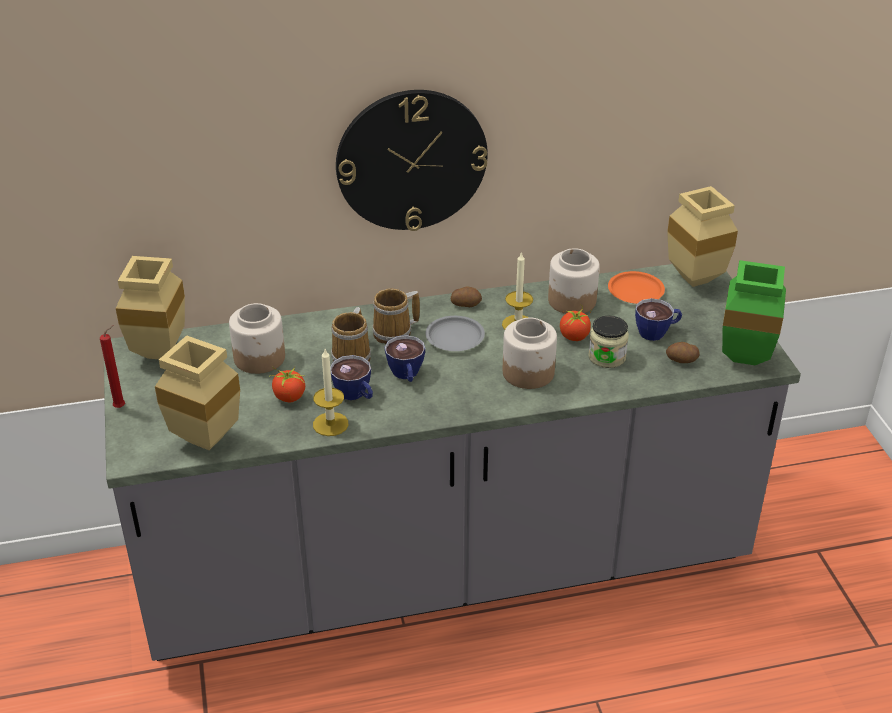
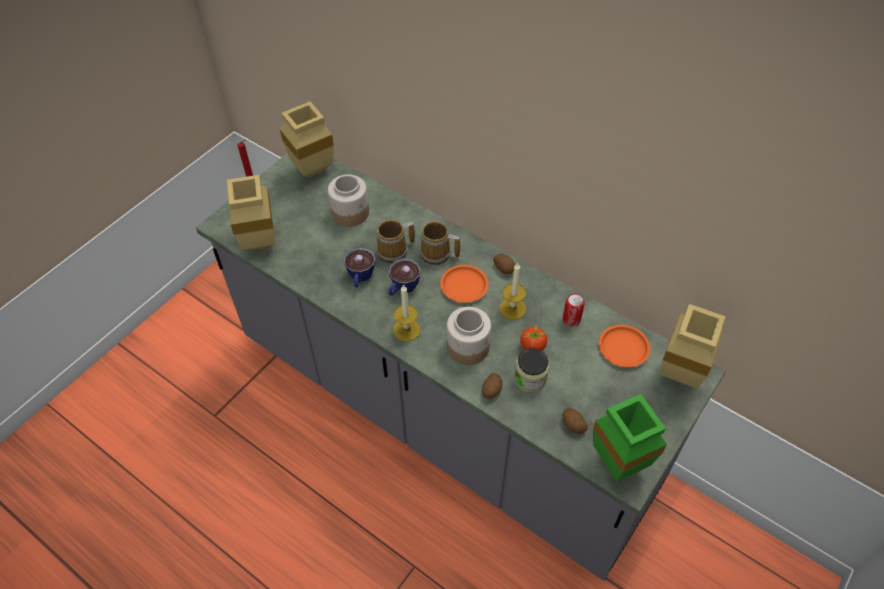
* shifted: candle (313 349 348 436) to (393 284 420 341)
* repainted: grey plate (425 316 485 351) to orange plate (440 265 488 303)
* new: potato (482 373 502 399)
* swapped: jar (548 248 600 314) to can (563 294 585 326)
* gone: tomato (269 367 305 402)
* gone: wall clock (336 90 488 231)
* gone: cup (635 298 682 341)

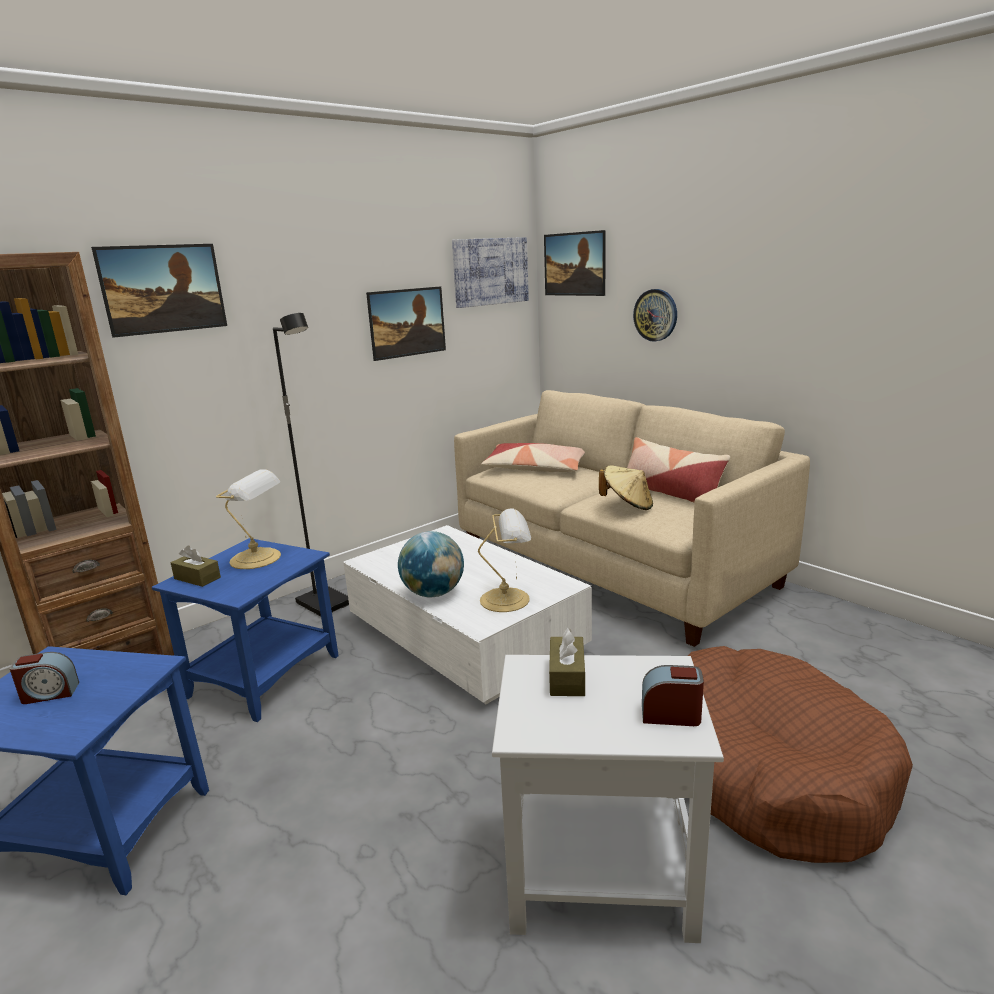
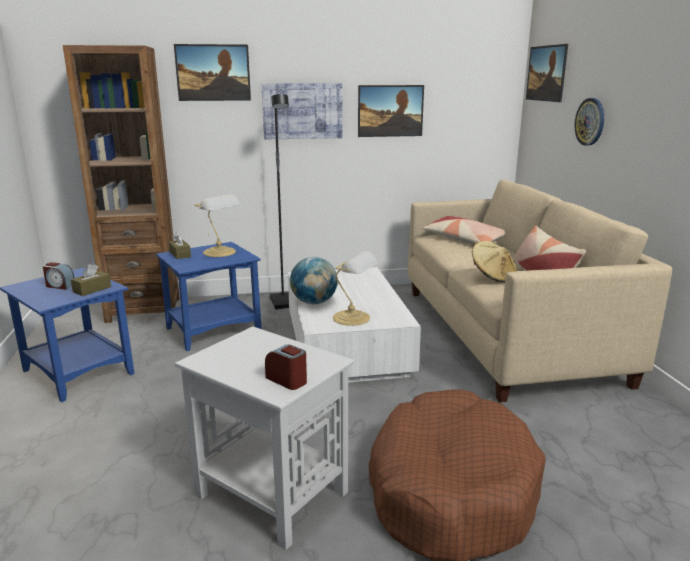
* shifted: brown tissue box (549 628 585 696) to (71 264 111 296)
* shifted: picture (452 237 529 308) to (261 83 343 139)

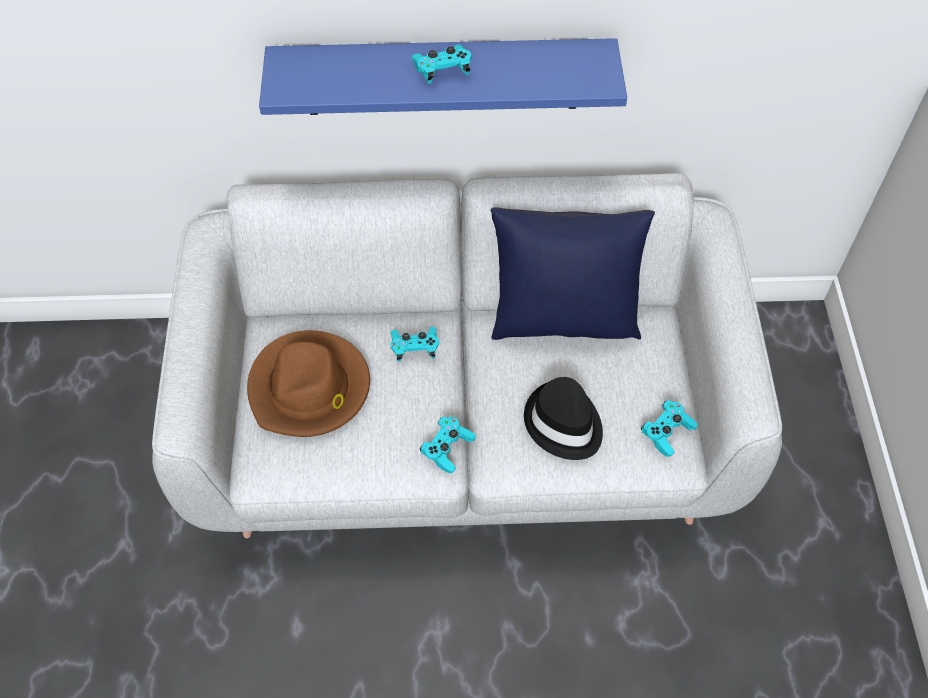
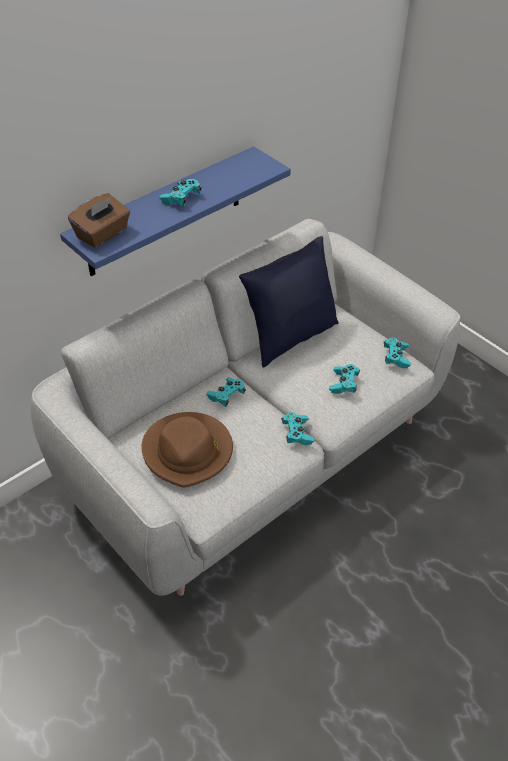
* new: brown tissue box (68 193 130 248)
* swapped: black hat (524 377 603 460) to turquoise game controller (329 364 360 394)

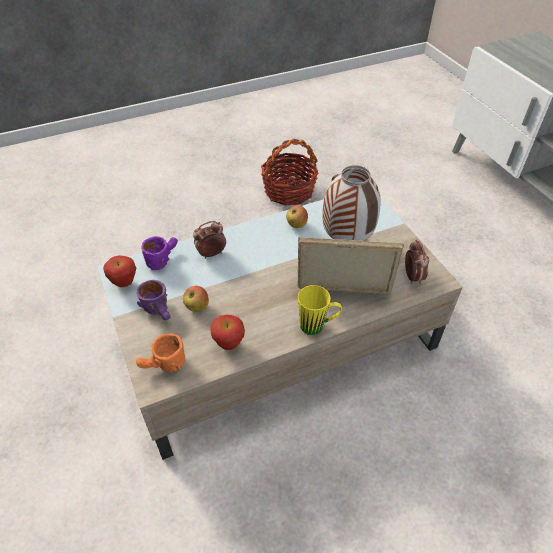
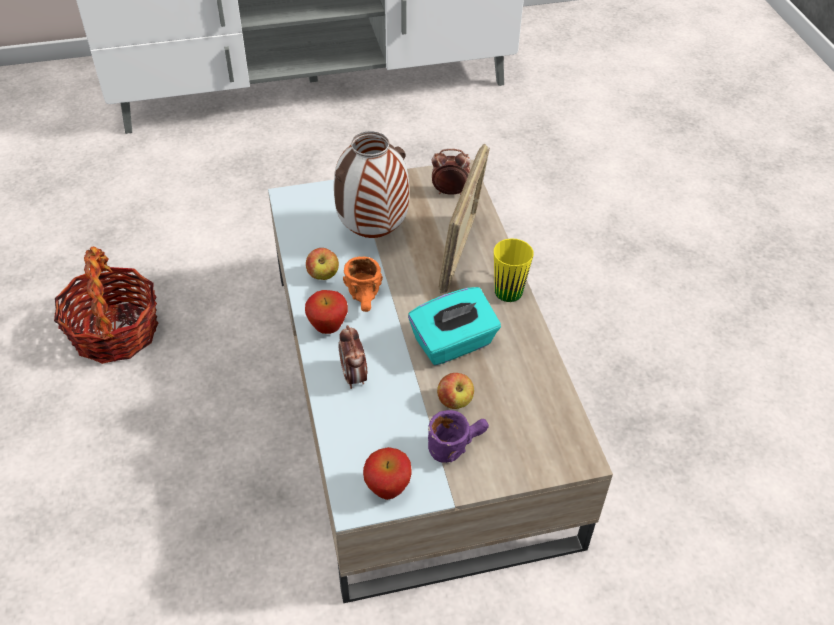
* shifted: apple (210 315 245 350) to (305 290 348 334)
* shifted: orange mug (136 333 185 372) to (343 256 383 312)
* new: turquoise tissue box (408 287 501 365)
* gone: purple mug (141 236 178 270)

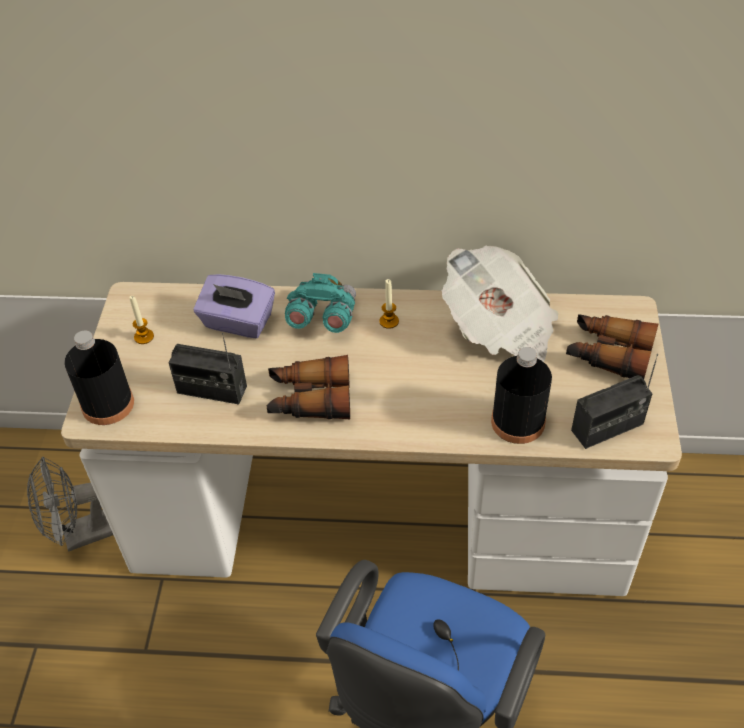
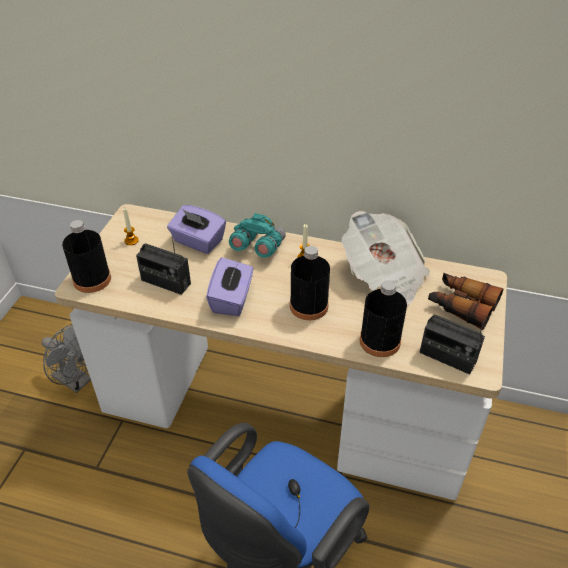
* rotated: grey fan (27 457 113 552) = (42 324 91 393) 135 degrees counterclockwise
* swapped: binoculars (267 355 350 419) to purple tissue box (206 257 253 316)
* new: black bottle (290 246 330 320)
* rotated: radio (571 354 658 449) = (419 314 486 375) 45 degrees clockwise

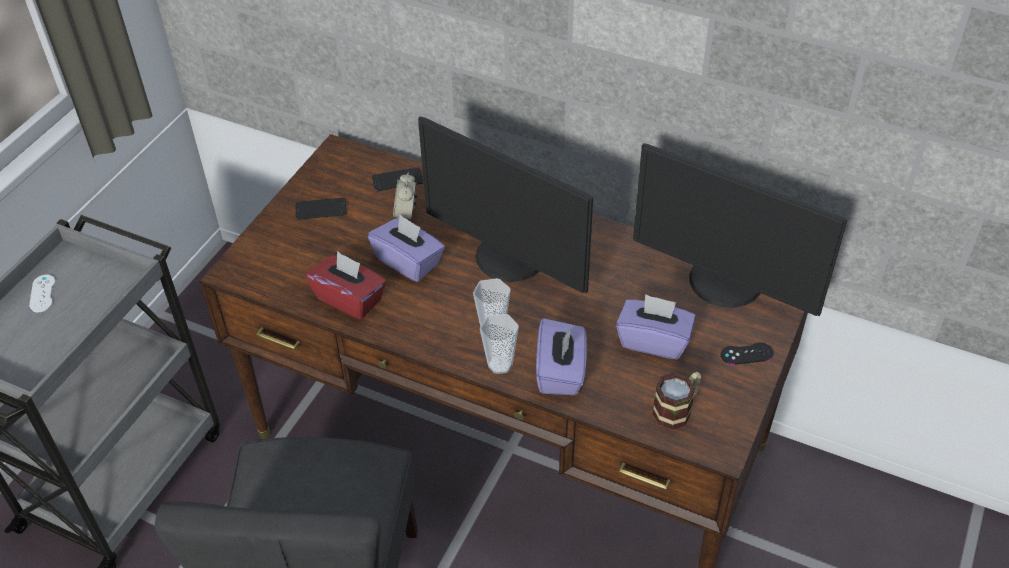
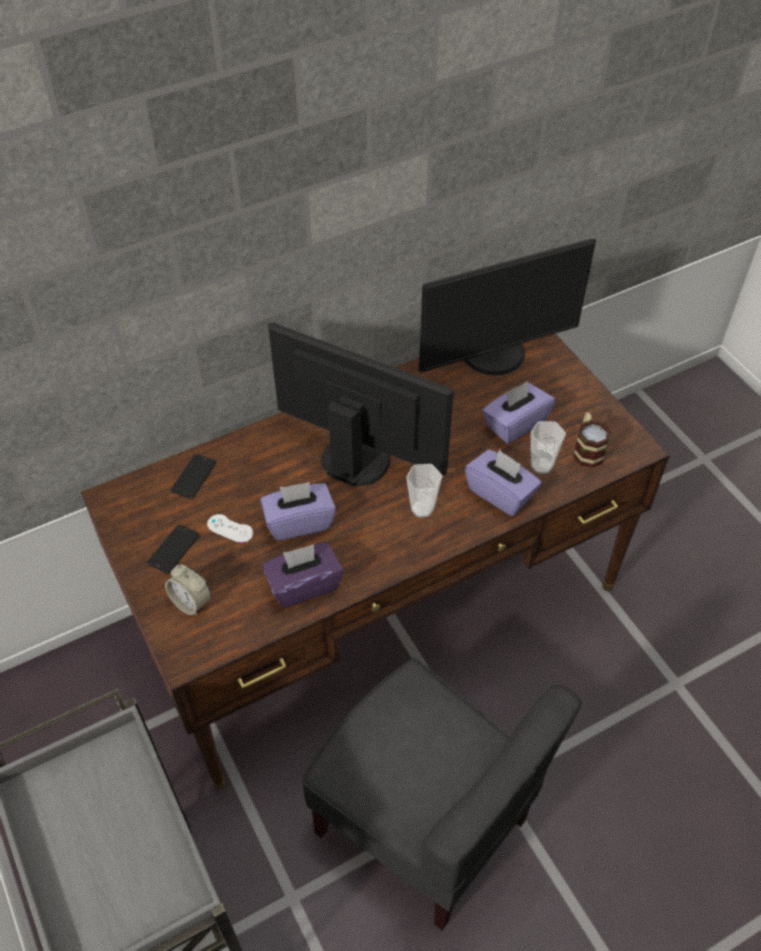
* shifted: alarm clock (393 173 417 219) to (165 564 211 616)
* shifted: white game controller (29 275 55 312) to (207 514 253 543)
* repainted: red tissue box (306 251 387 319) to purple tissue box (262 543 343 607)
* rotated: monitor (418 117 593 293) = (268 323 454 486) 135 degrees counterclockwise
* shifted: cup (480 314 519 374) to (531 421 566 474)
* gone: black game controller (721 343 774 365)

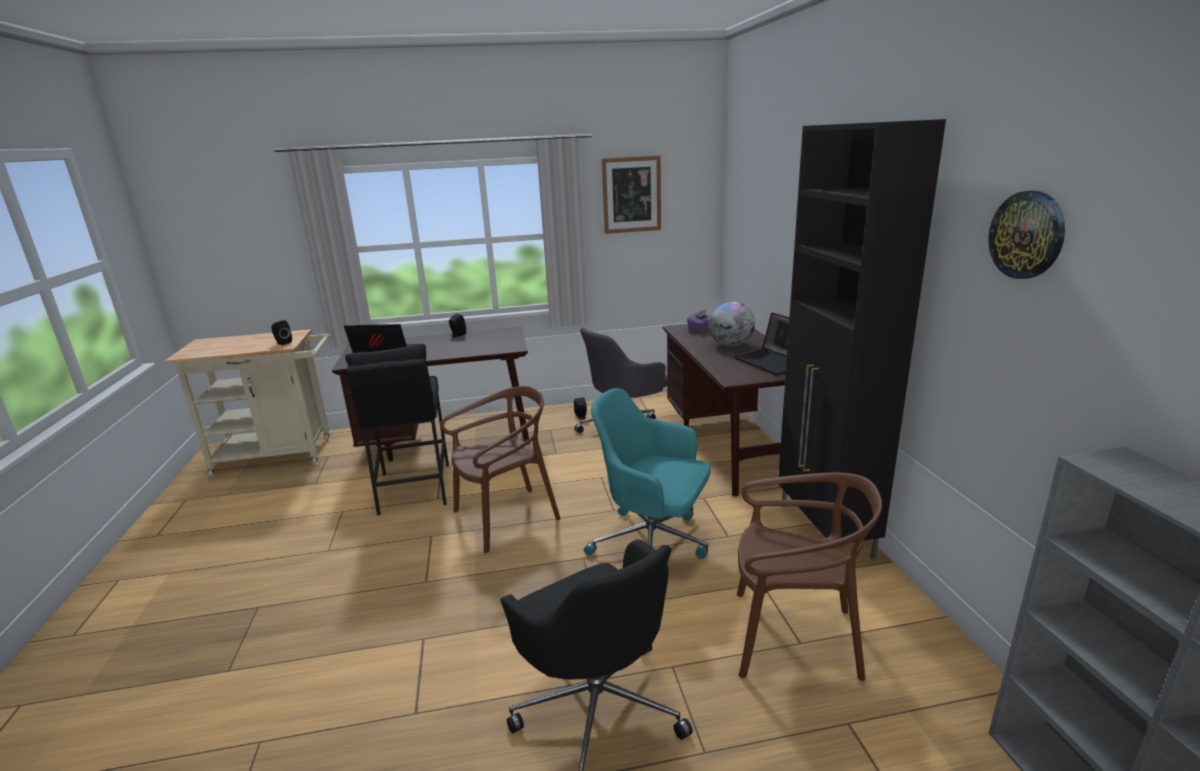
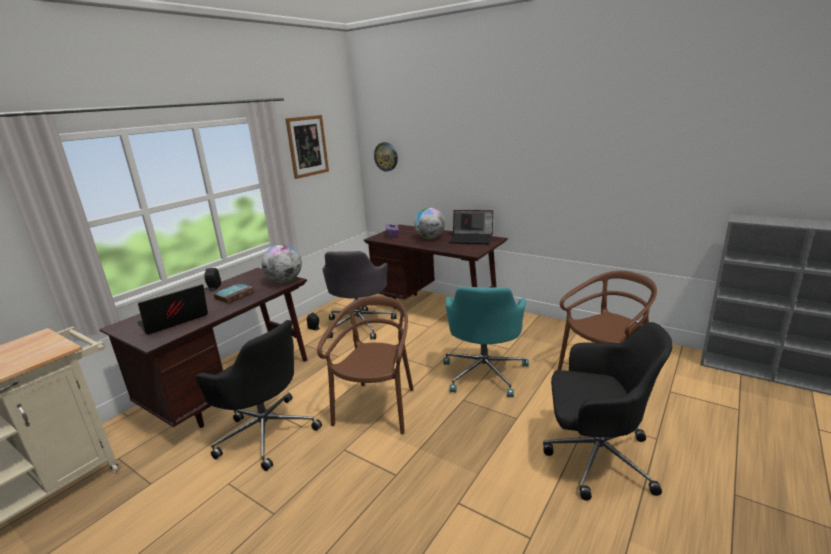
* swapped: black stool (345 344 449 515) to black office chair (195 320 322 471)
* new: book (213 283 254 304)
* new: globe (262 244 302 283)
* shifted: wall clock (988 191 1065 279) to (374 142 398 172)
* rotated: turquoise office chair (584 388 710 558) = (443 286 529 397) 60 degrees counterclockwise
* gone: black speaker (271 320 292 345)
* gone: black cabinet (778 119 946 559)

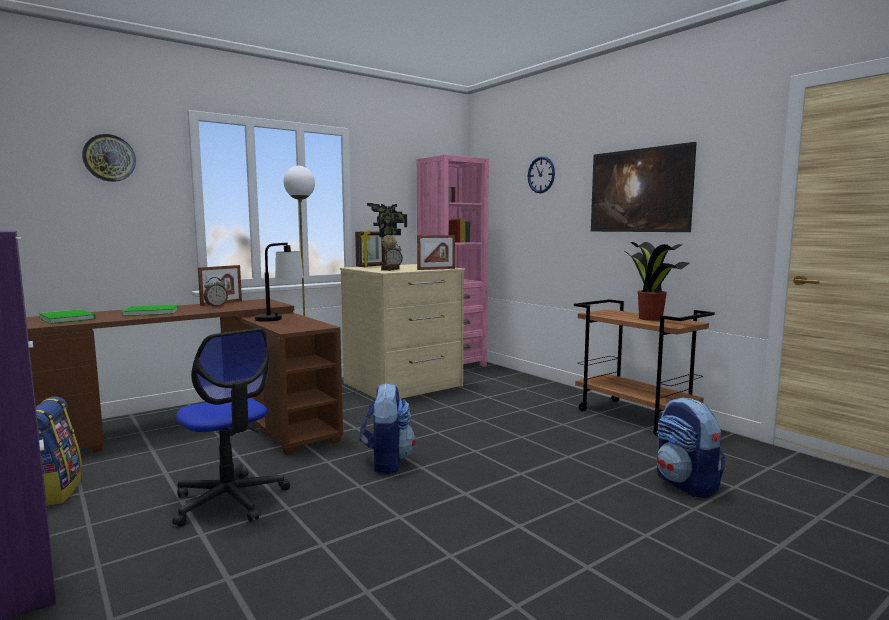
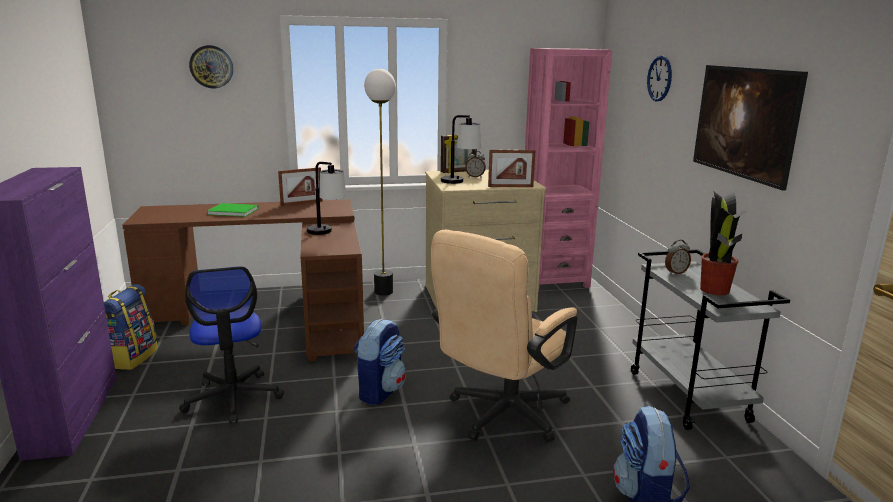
* new: beige office chair (431 230 578 443)
* swapped: potted plant (367 203 407 271) to table lamp (441 115 481 184)
* repainted: brown cart (574 299 715 436) to grey cart (631 249 790 430)
* shifted: alarm clock (204 277 228 307) to (665 239 691 274)
* gone: green book (39 309 96 324)

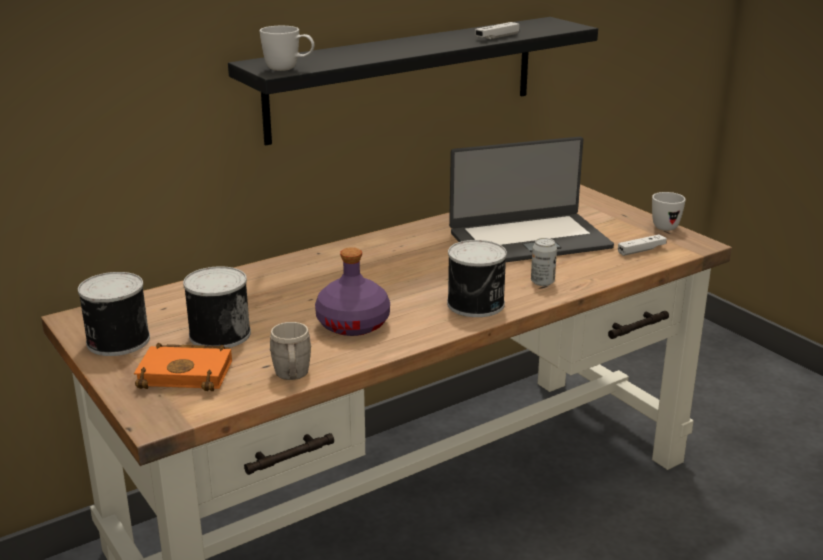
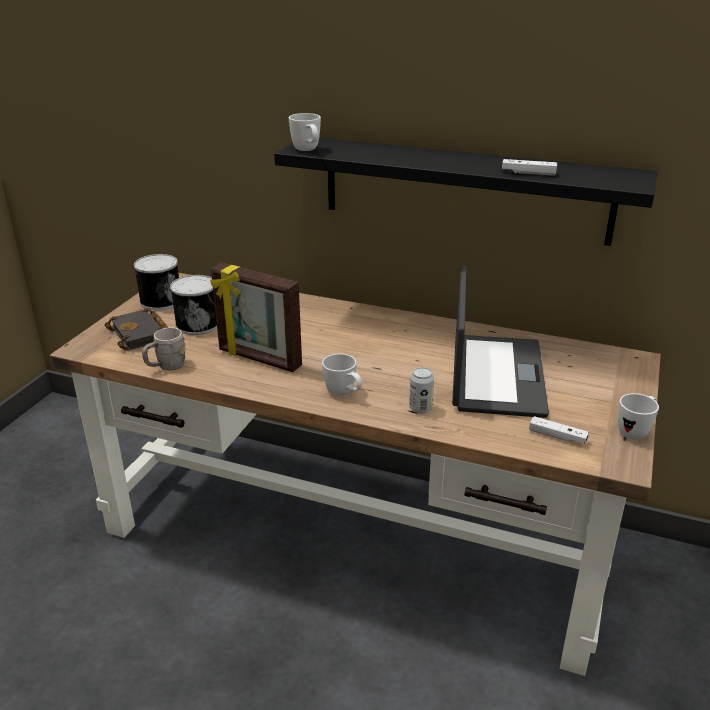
* repainted: orange book (134 342 232 391) to black book (105 309 168 350)
* swapped: purple bottle (315 247 390 336) to picture frame (210 262 302 372)
* swapped: can (447 240 507 317) to white mug (322 354 362 396)
* rotated: laptop (449 137 614 262) = (452 265 549 418) 120 degrees counterclockwise

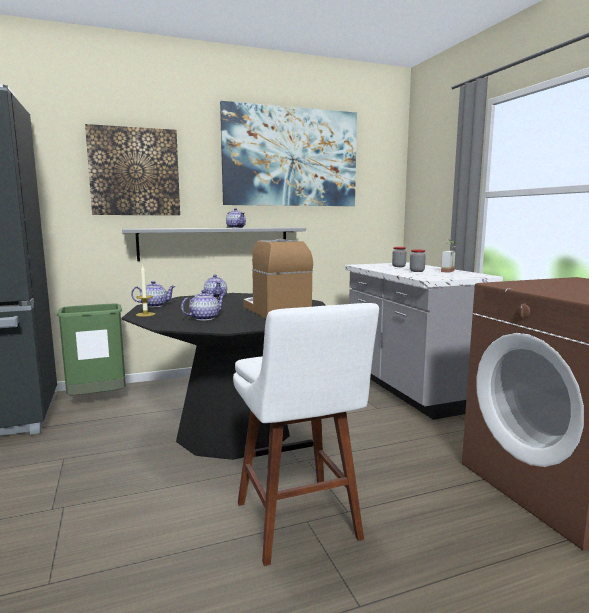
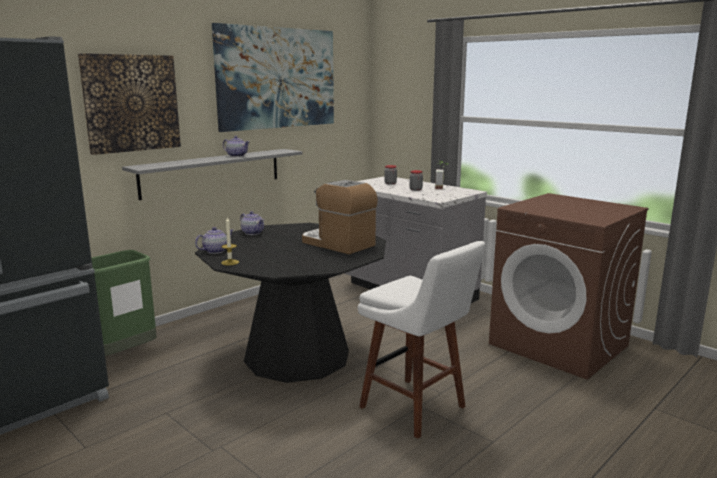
* gone: teapot (181 290 225 320)

